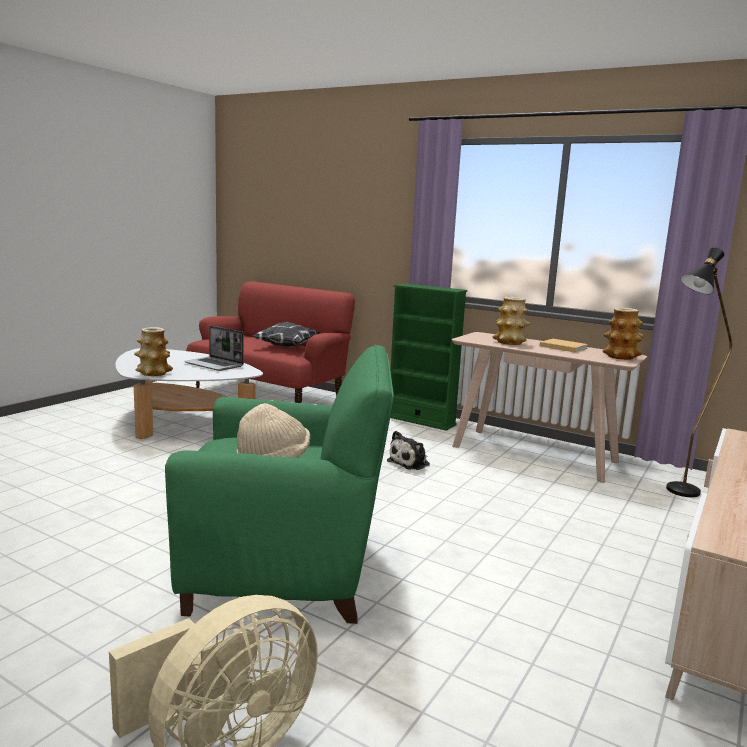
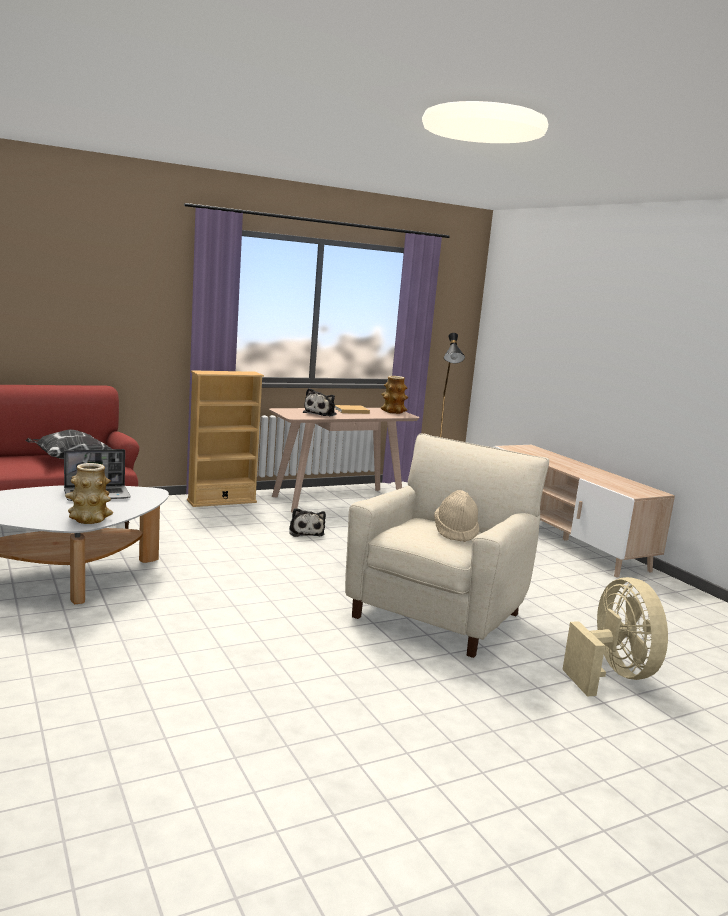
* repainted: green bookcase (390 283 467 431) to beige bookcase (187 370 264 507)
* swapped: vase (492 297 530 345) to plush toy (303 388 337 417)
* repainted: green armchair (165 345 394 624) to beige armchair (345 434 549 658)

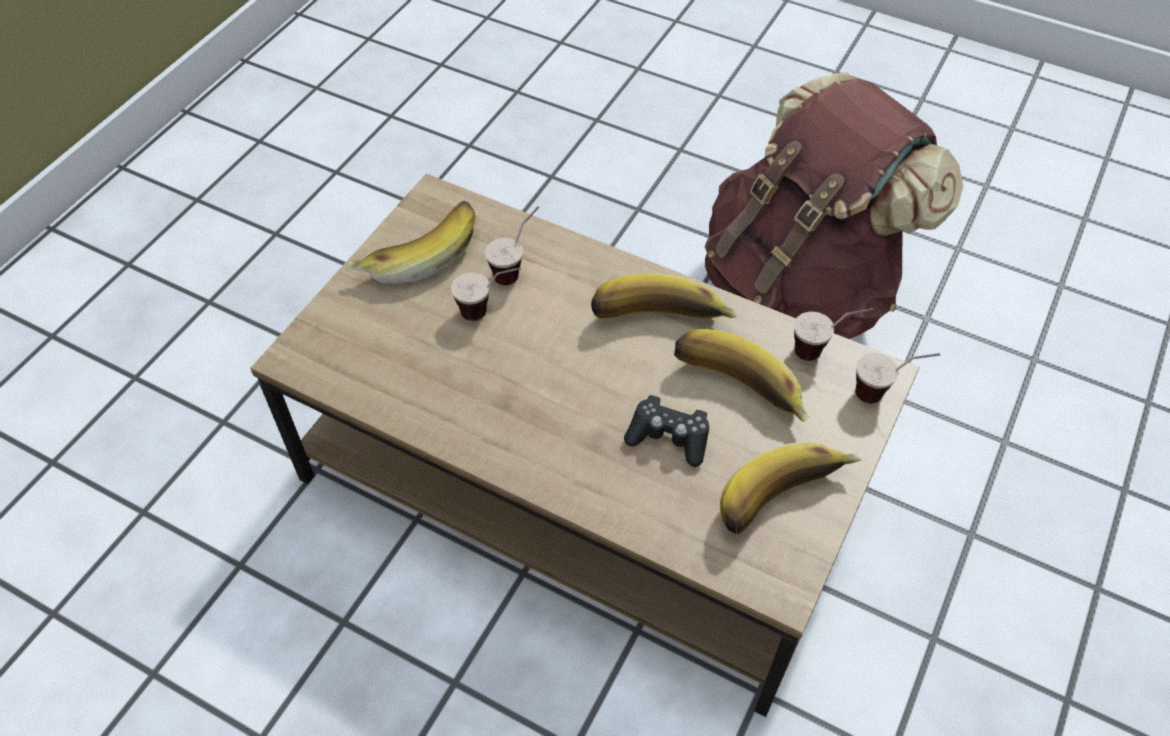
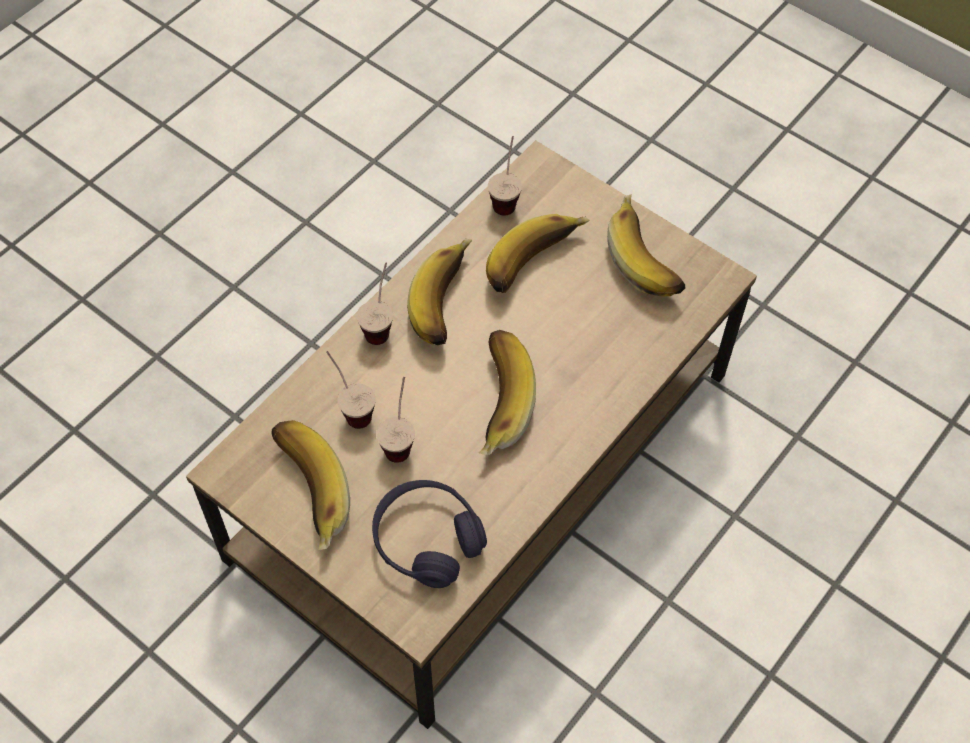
* shifted: cup (856 353 940 403) to (357 262 393 345)
* new: purple headphones (372 480 487 588)
* new: banana (479 330 536 456)
* gone: black game controller (624 395 709 467)
* gone: brown backpack (704 72 964 339)

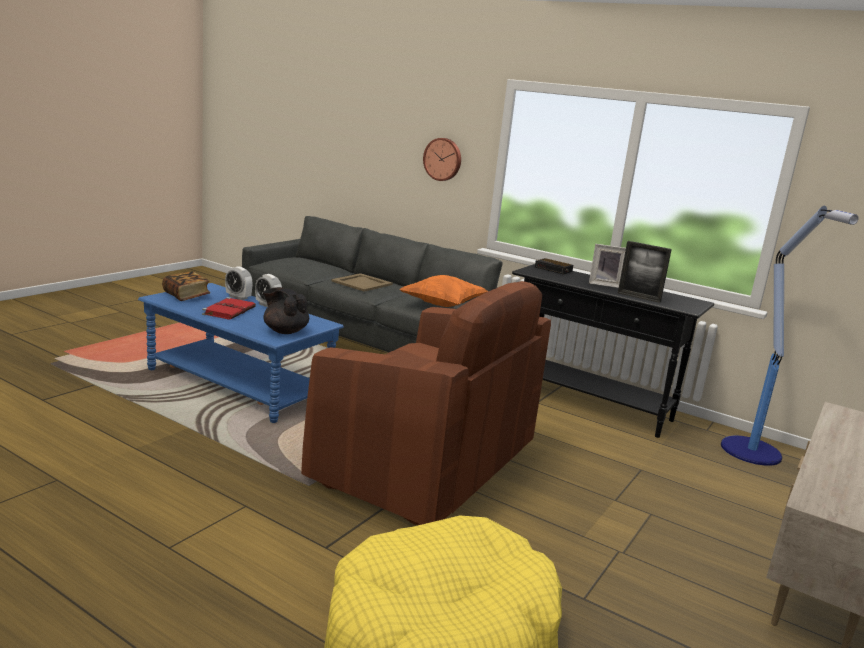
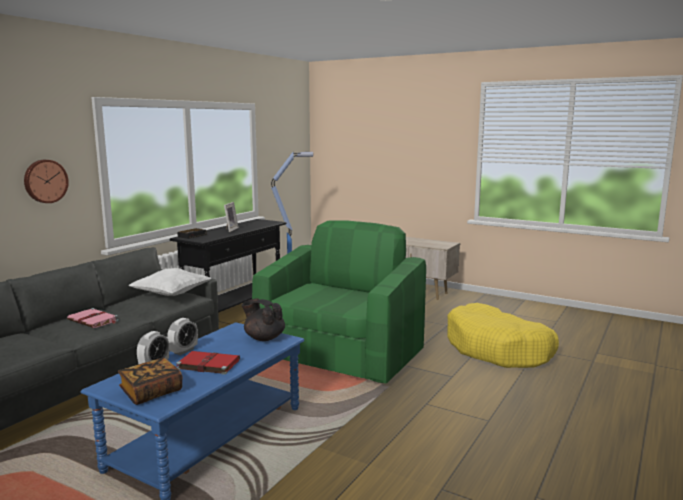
* swapped: beige tray (331 273 393 292) to pink book (67 308 119 328)
* repainted: orange pillow (399 275 488 307) to white pillow (128 268 212 296)
* rotated: black teapot (263 287 309 334) = (241 299 285 341) 90 degrees clockwise
* repainted: brown armchair (301 281 551 525) to green armchair (252 220 426 383)
* gone: picture frame (618 241 672 303)

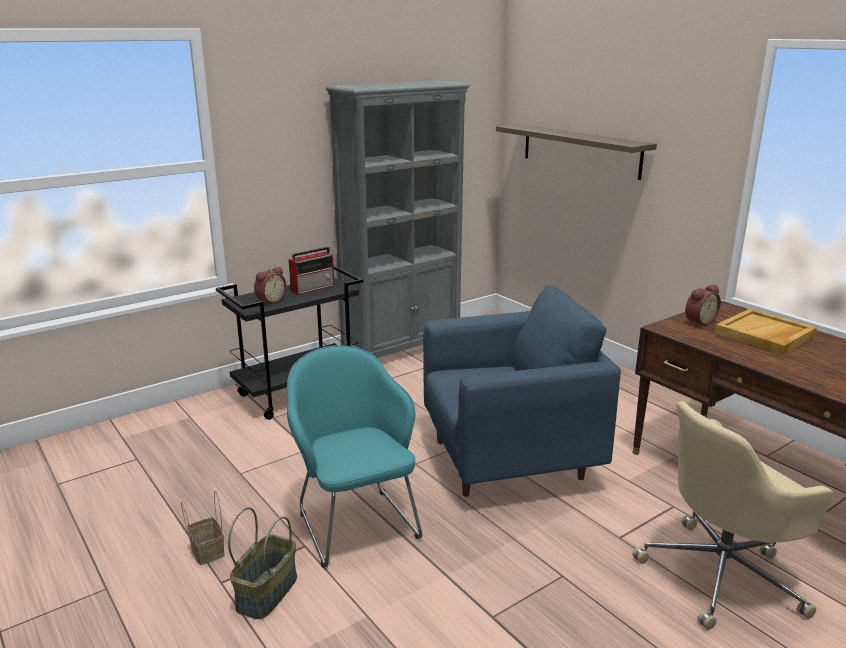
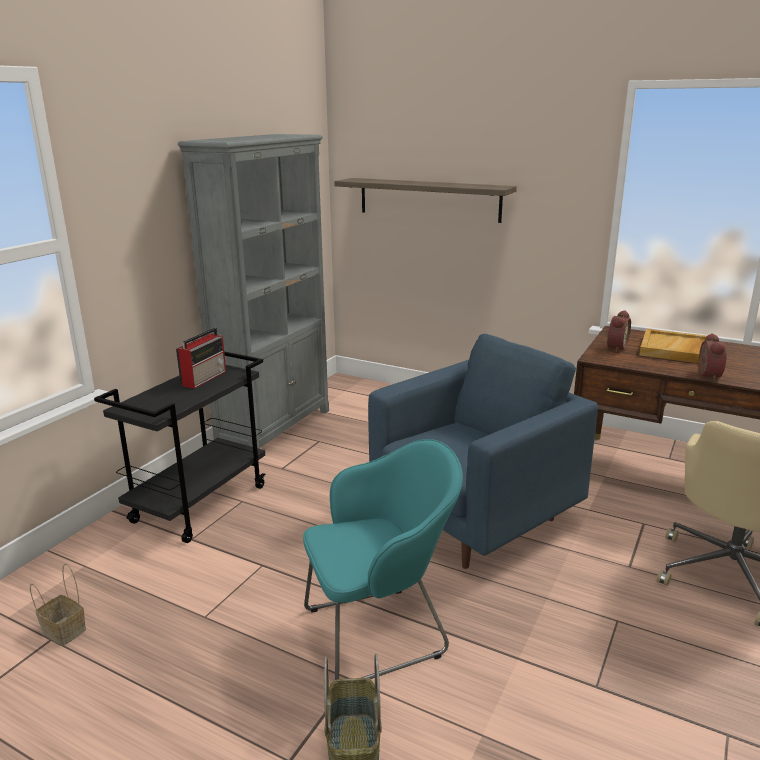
* shifted: basket (181 491 225 565) to (30 564 86 646)
* rotated: turquoise armchair (287 345 422 568) = (303 439 463 680) 120 degrees clockwise
* shifted: alarm clock (254 266 286 304) to (698 333 727 381)

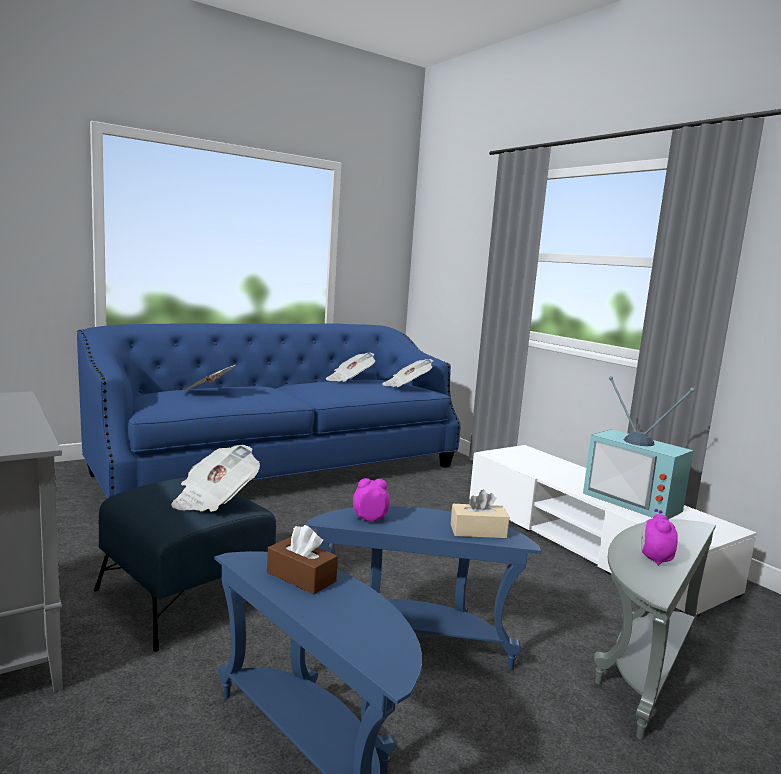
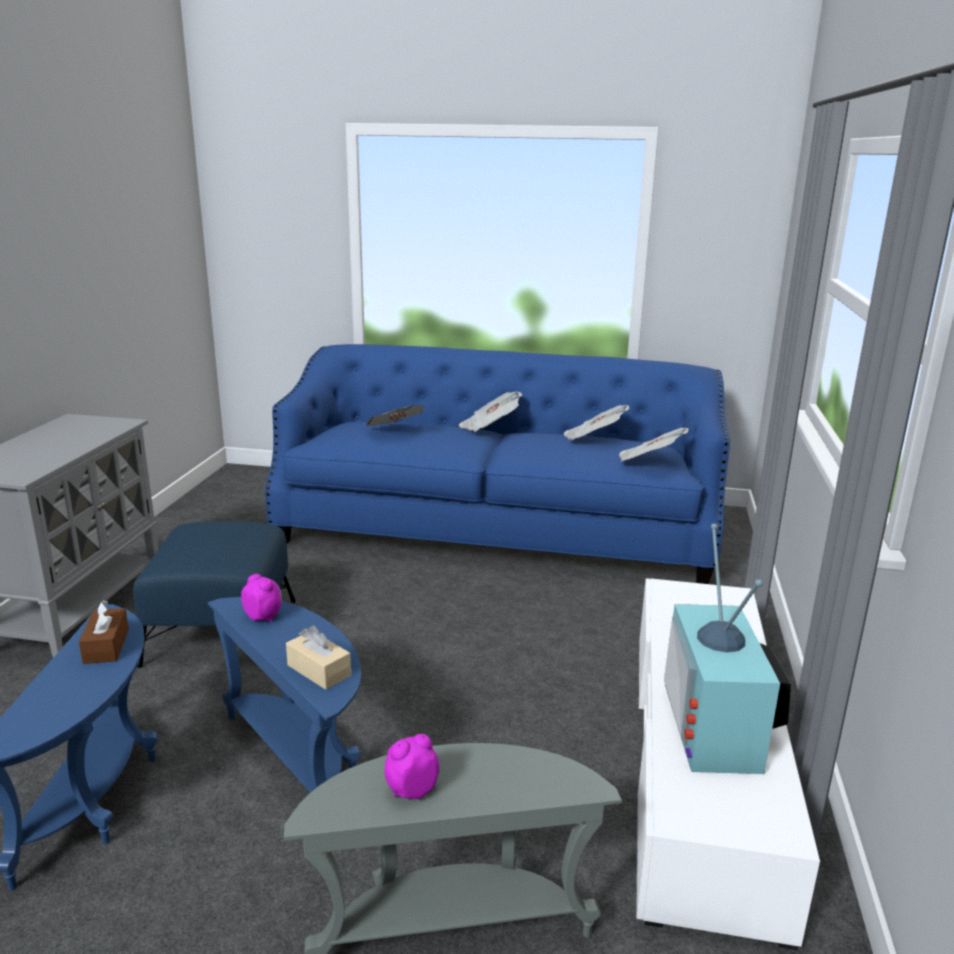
* shifted: newspaper (171 445 260 512) to (459 392 522 432)

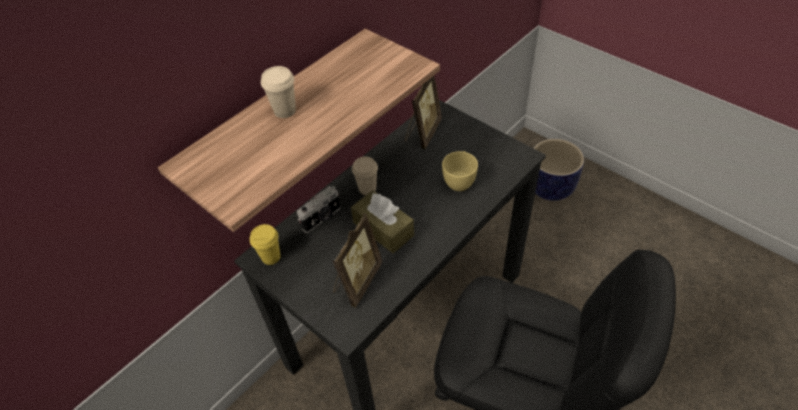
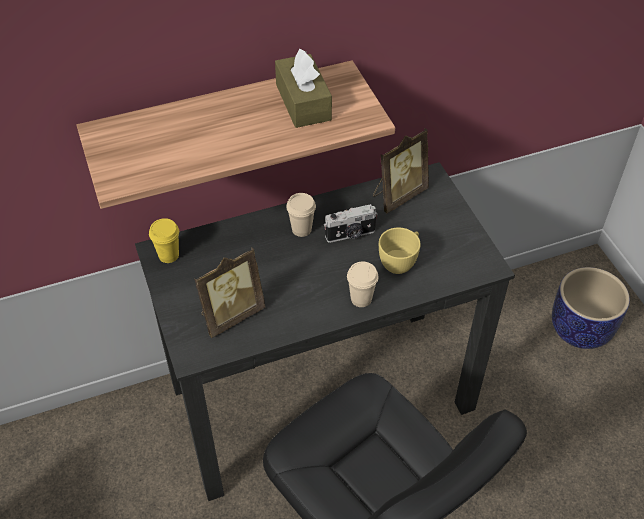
* shifted: brown tissue box (351 190 414 253) to (275 49 332 128)
* shifted: photo camera (297 186 341 233) to (324 204 378 243)
* shifted: beige cup (261 66 296 118) to (347 261 379 307)

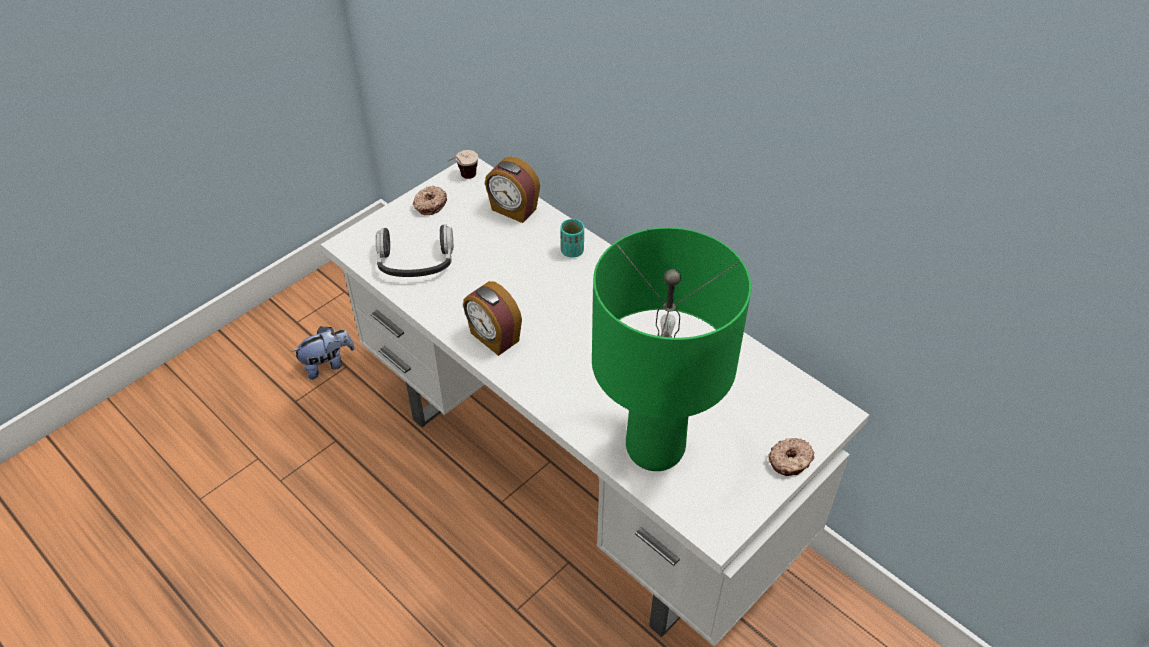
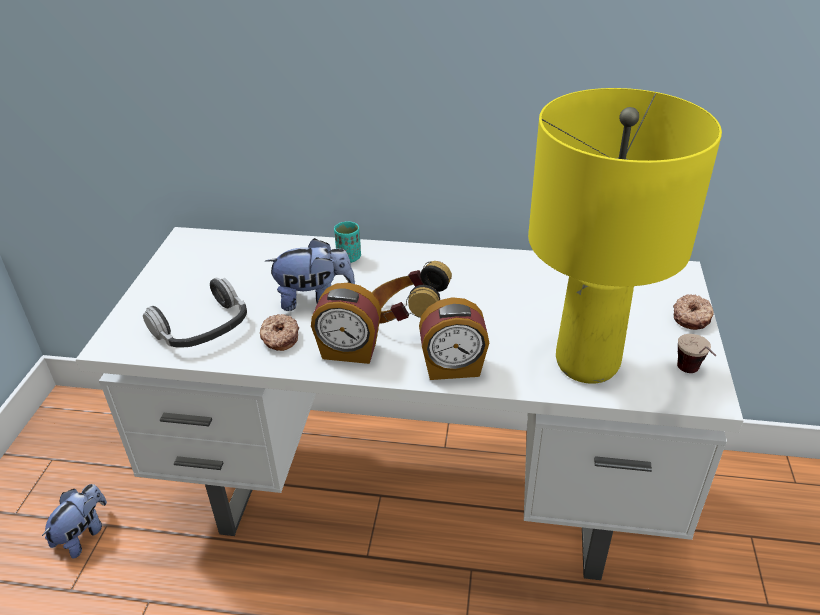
* shifted: donut (413 186 447 215) to (260 314 299 351)
* new: plush toy (265 238 355 311)
* new: headphones (371 261 452 324)
* shifted: alarm clock (485 157 540 223) to (419 297 489 380)
* repainted: green table lamp (592 227 751 471) to yellow table lamp (528 88 722 384)
* shifted: cup (447 150 478 179) to (677 334 716 373)

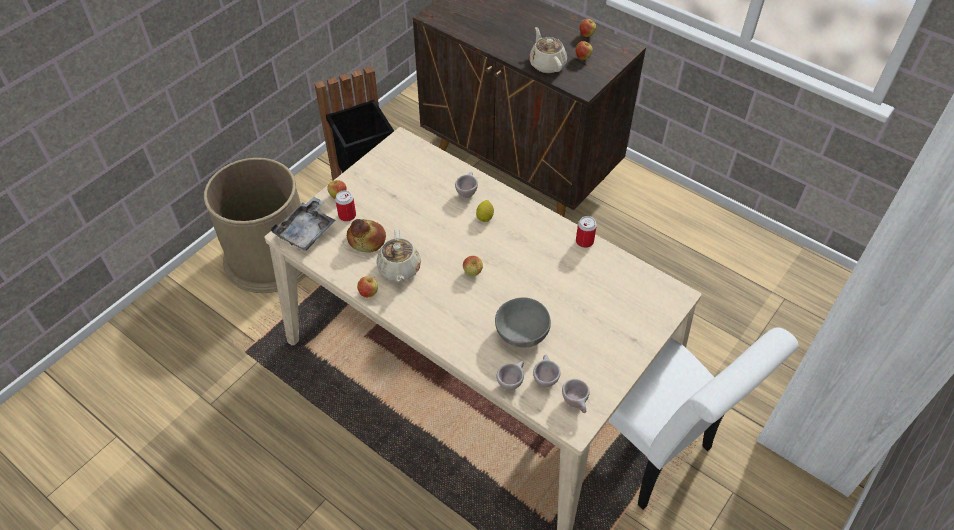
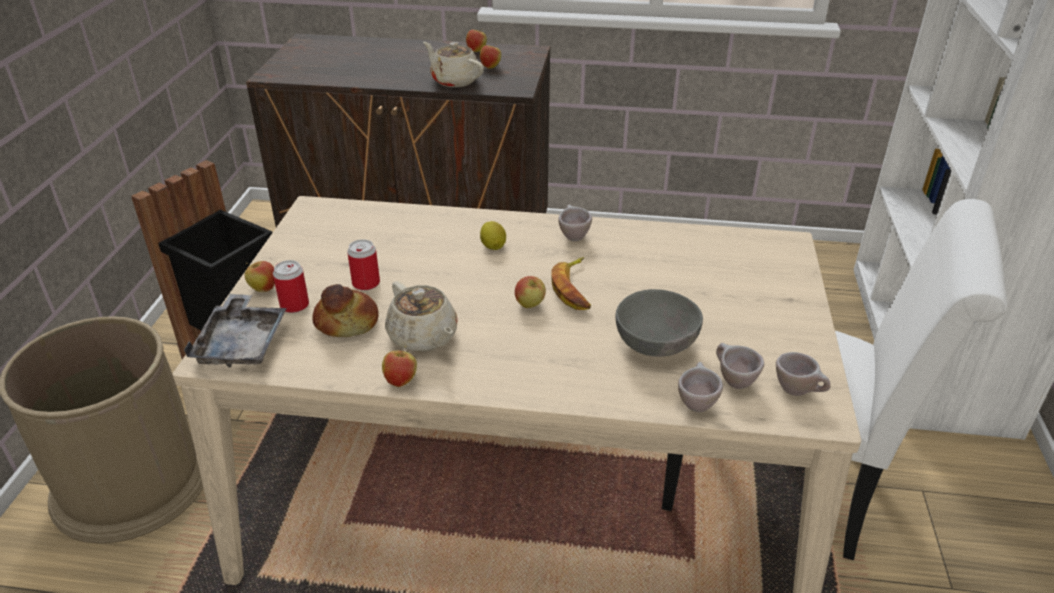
* shifted: can (576 216 597 248) to (347 239 380 291)
* new: banana (551 257 591 310)
* shifted: beige cup (455 172 478 198) to (559 205 592 241)

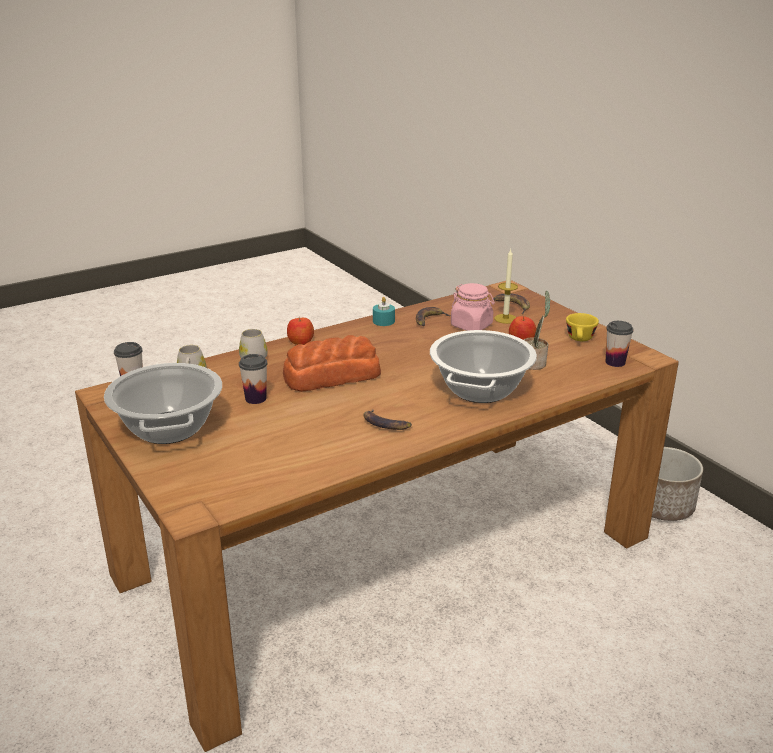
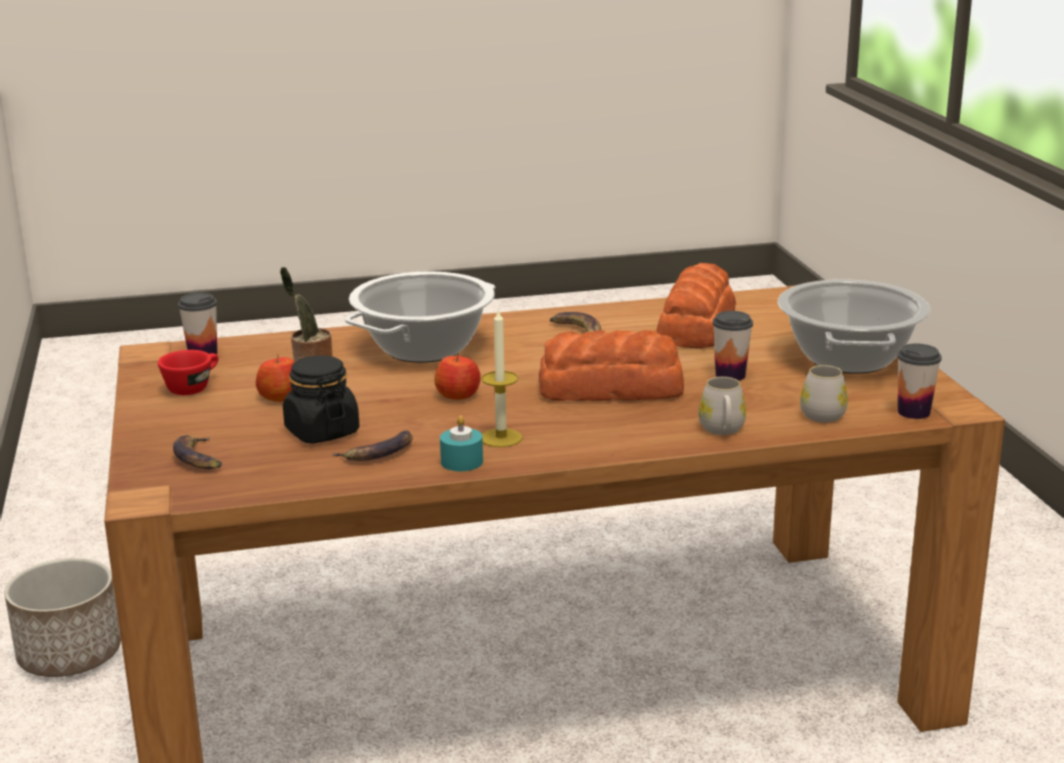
* repainted: yellow cup (566 313 599 341) to red cup (158 350 218 395)
* repainted: pink jar (451 283 495 331) to black jar (283 355 359 443)
* shifted: apple (287 318 314 345) to (434 353 481 400)
* shifted: candle (494 249 518 324) to (482 308 523 447)
* new: bread (656 263 736 348)

